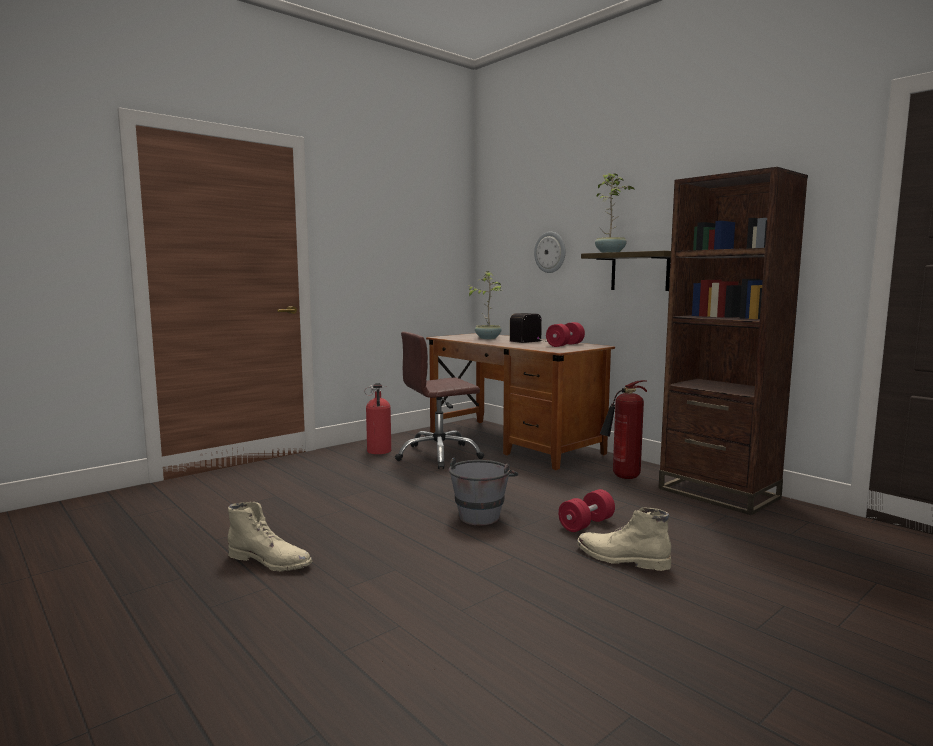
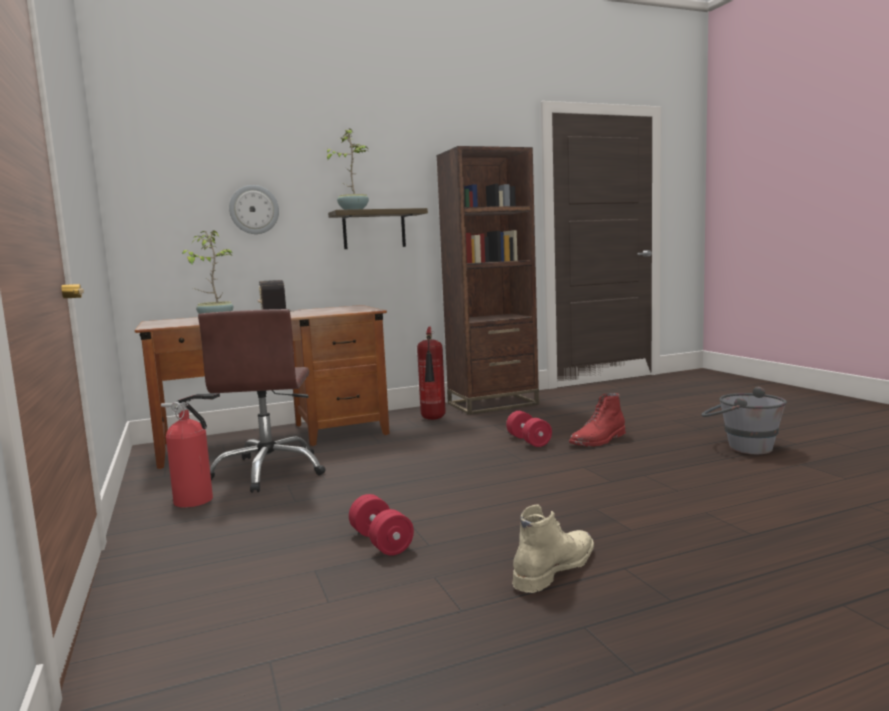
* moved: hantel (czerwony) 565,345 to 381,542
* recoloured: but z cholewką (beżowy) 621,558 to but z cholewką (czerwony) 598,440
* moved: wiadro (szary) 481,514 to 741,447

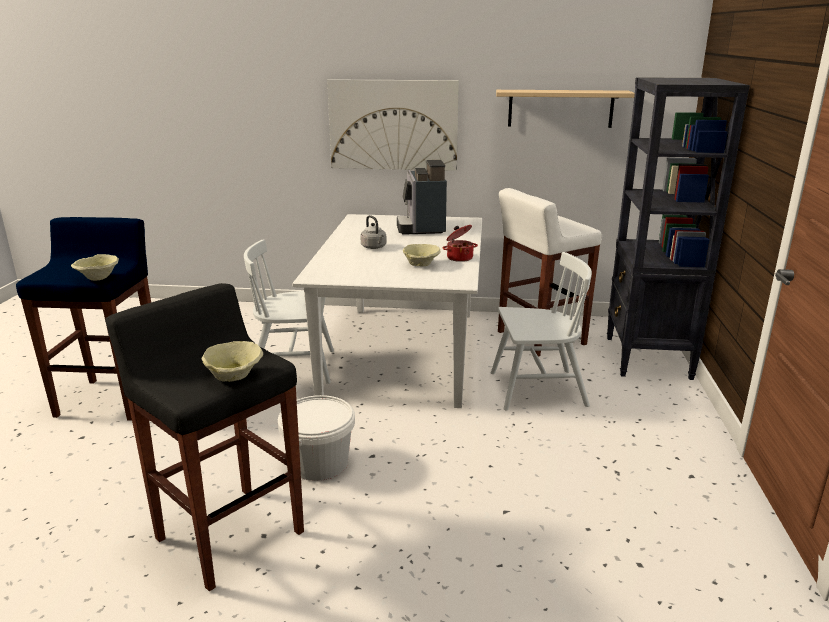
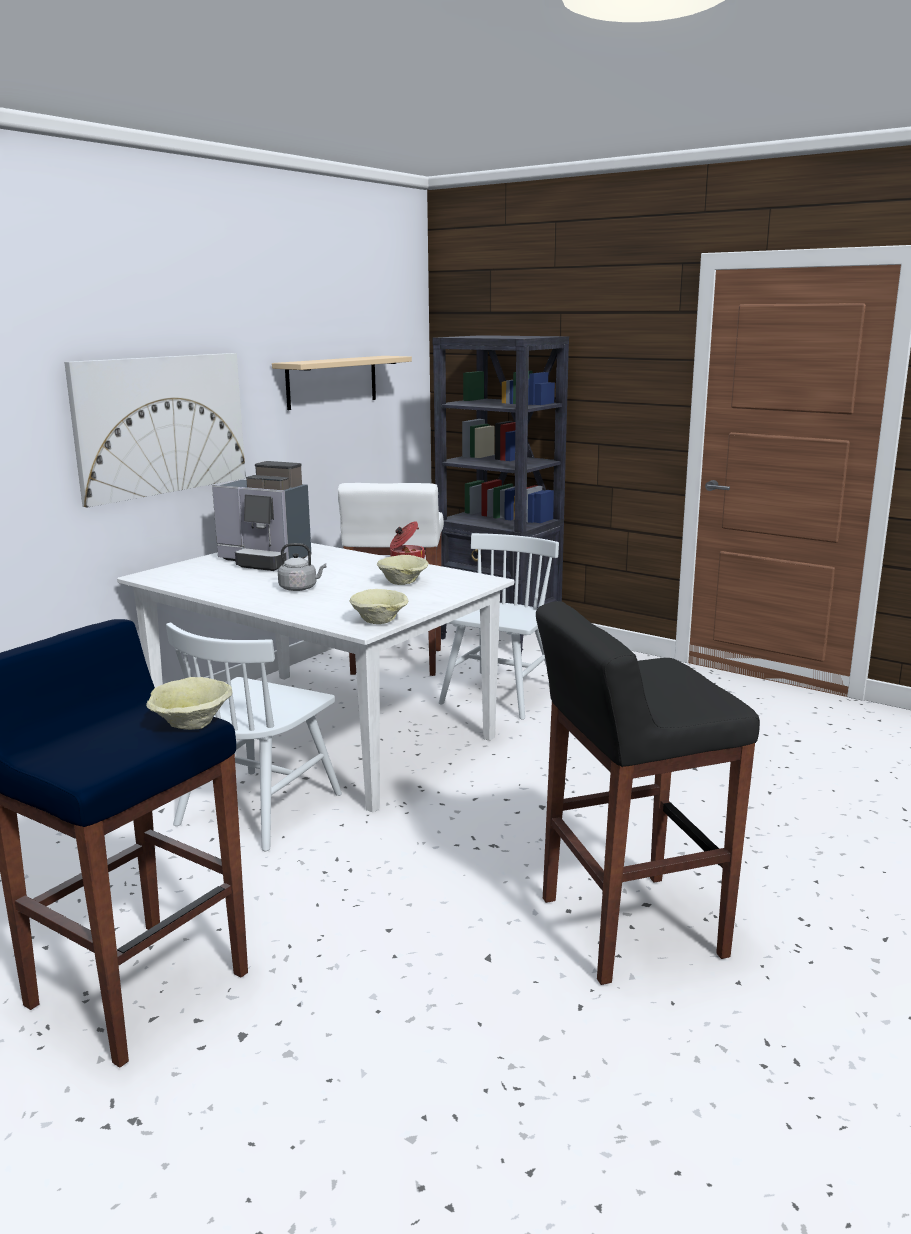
* moved: miska (beżowy) 235,377 to 380,621
* removed: wiadro (biały) 319,463

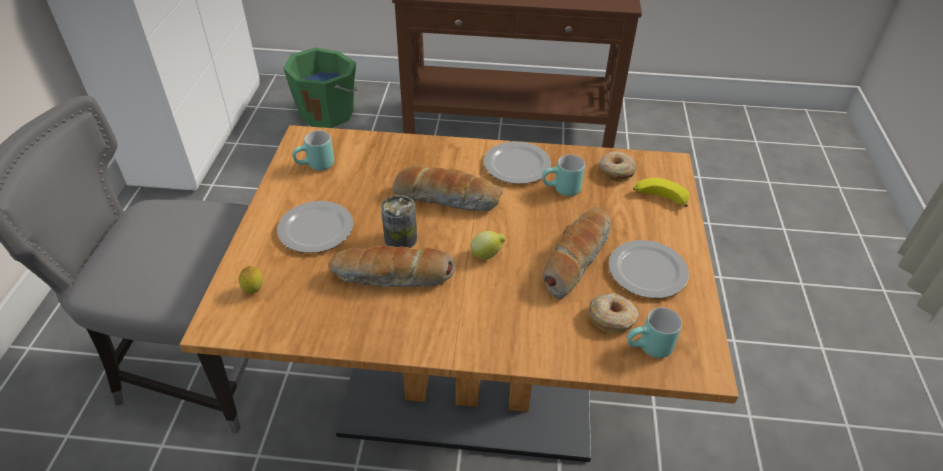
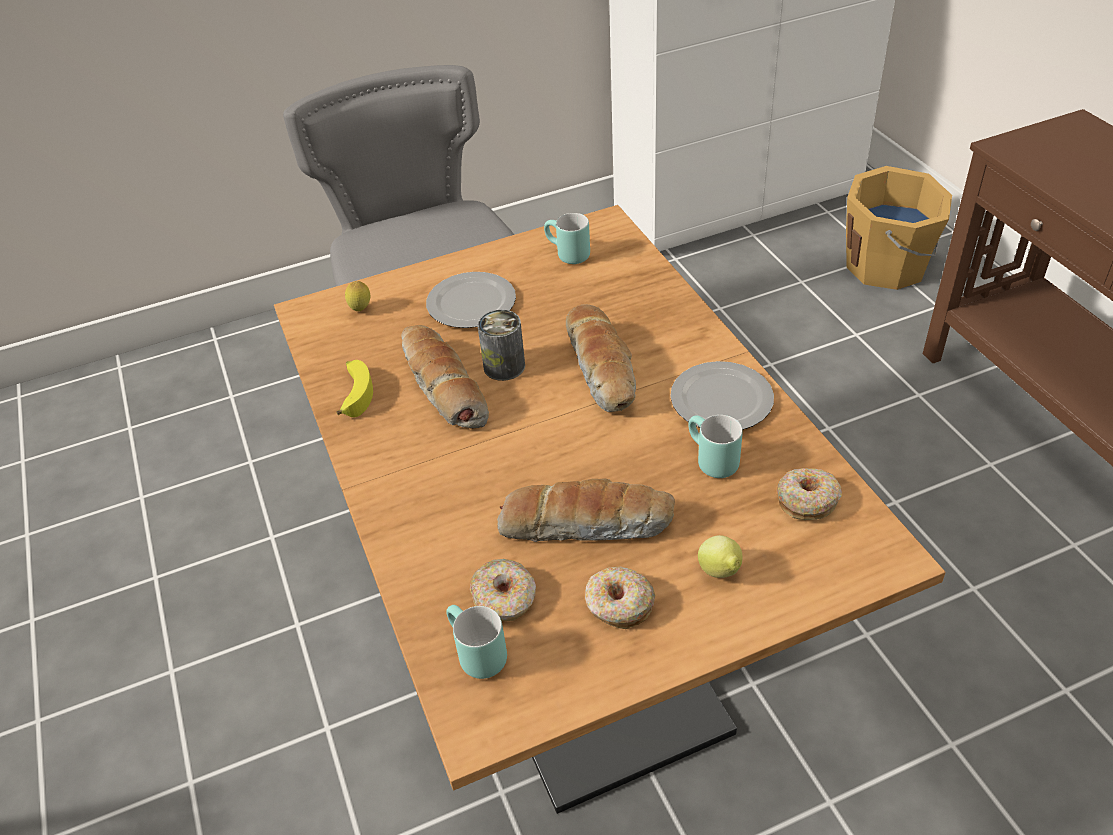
* moved: banan 659,198 to 354,393
* replaced: talerz 646,271 to donut 618,604
* moved: cytryna 487,255 to 720,572
* recoloured: wiadro (zielony) 328,112 to wiadro (pomarańczowy) 887,266

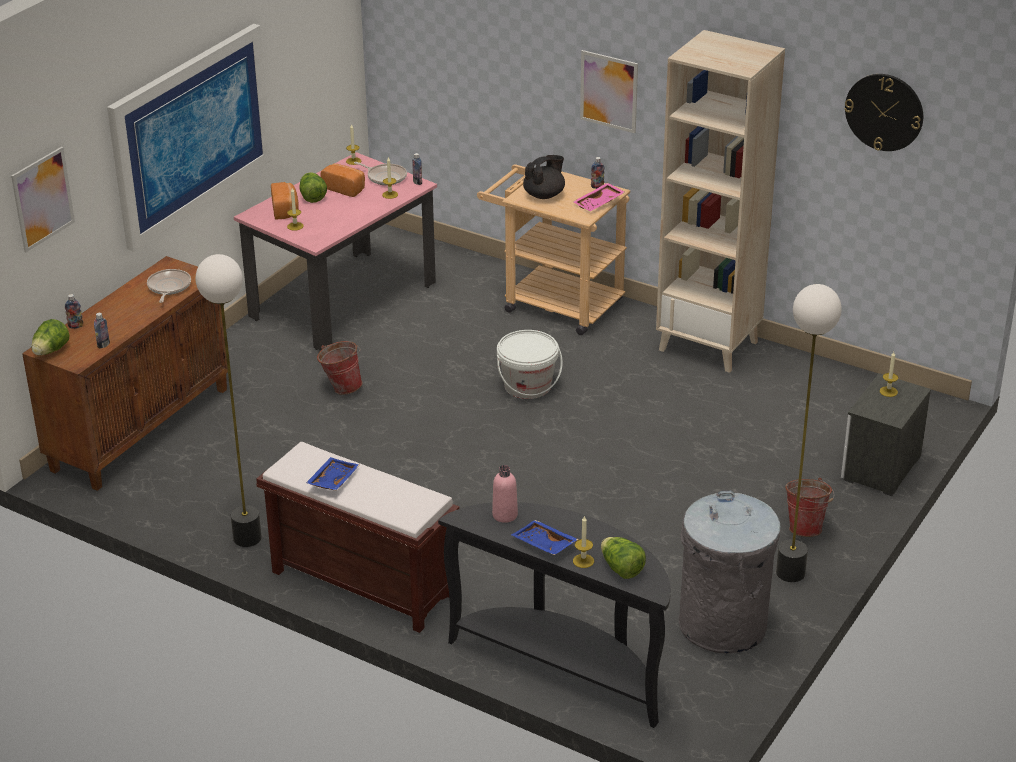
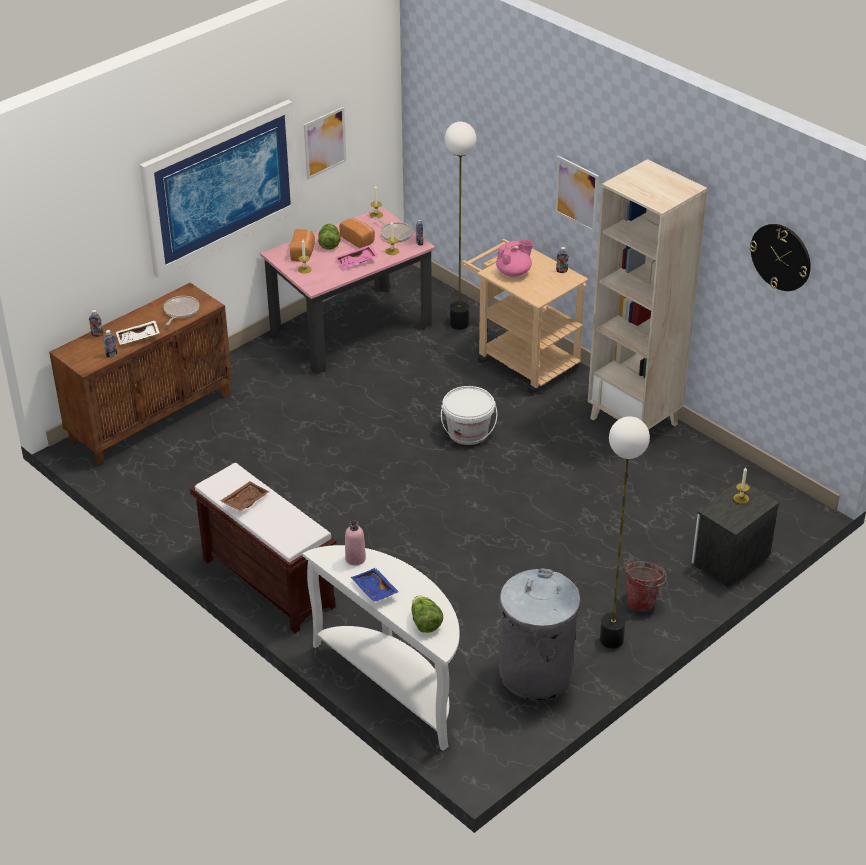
* added: taca (biały) 138,338
* recoloured: taca (niebieski) 332,480 to taca (brązowy) 244,501
* recoloured: stolik konsolowy (czarny) 564,665 to stolik konsolowy (biały) 395,683
* moved: obraz 43,199 to 324,142
* moved: taca (różowy) 599,203 to 356,262
* moved: lampa stojąca 247,537 to 459,323
* recoloured: imbryk (czarny) 544,195 to imbryk (różowy) 514,272
* removed: sałata 51,351
* removed: wiadro 341,387
* removed: świeca 583,561

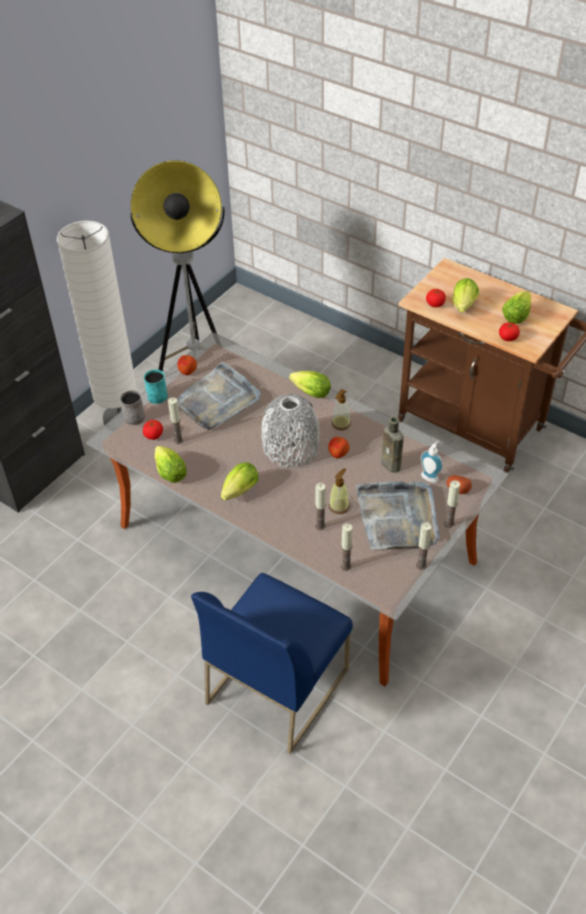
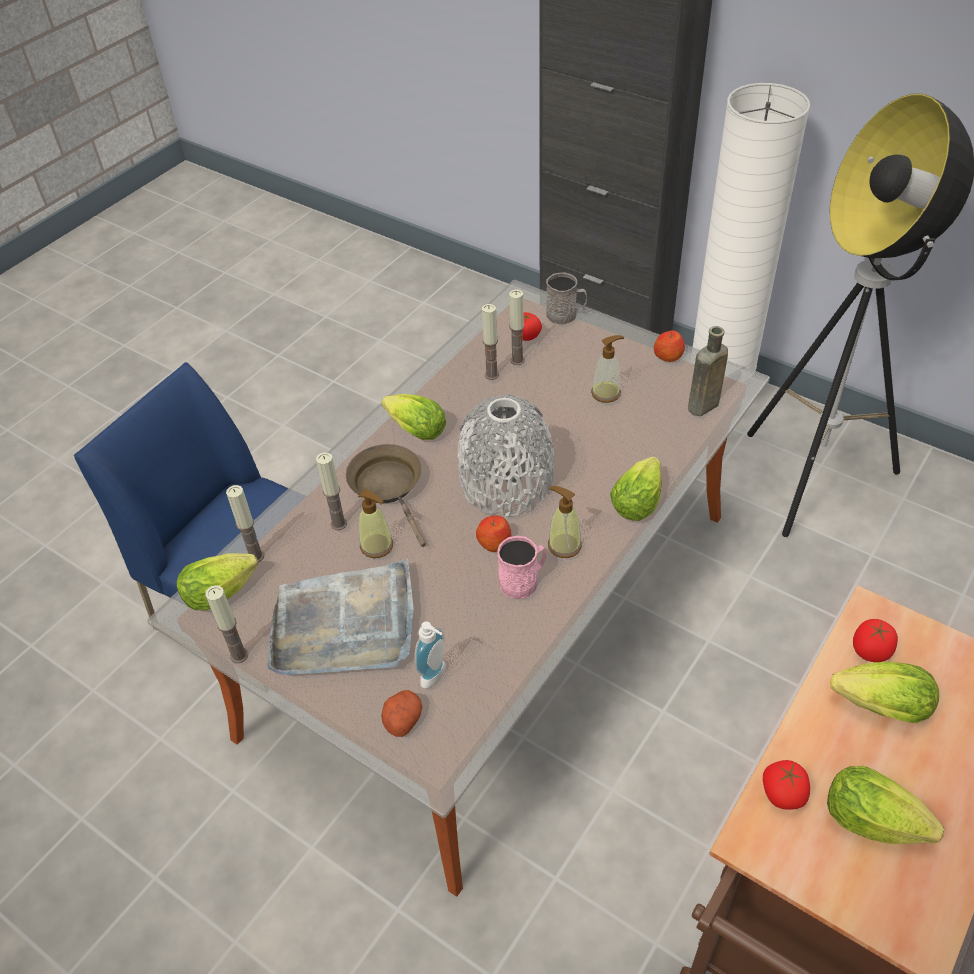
* moved: sałata 169,471 to 224,591
* added: patelnia (brązowy) 389,487
* moved: świeca 449,524 to 491,375
* added: kubek (różowy) 523,580
* replaced: taca (szary) 217,400 to dozownik mydła 606,393
* moved: butelka (brązowy) 392,465 to 701,407
* removed: kubek (turkusowy) 158,394

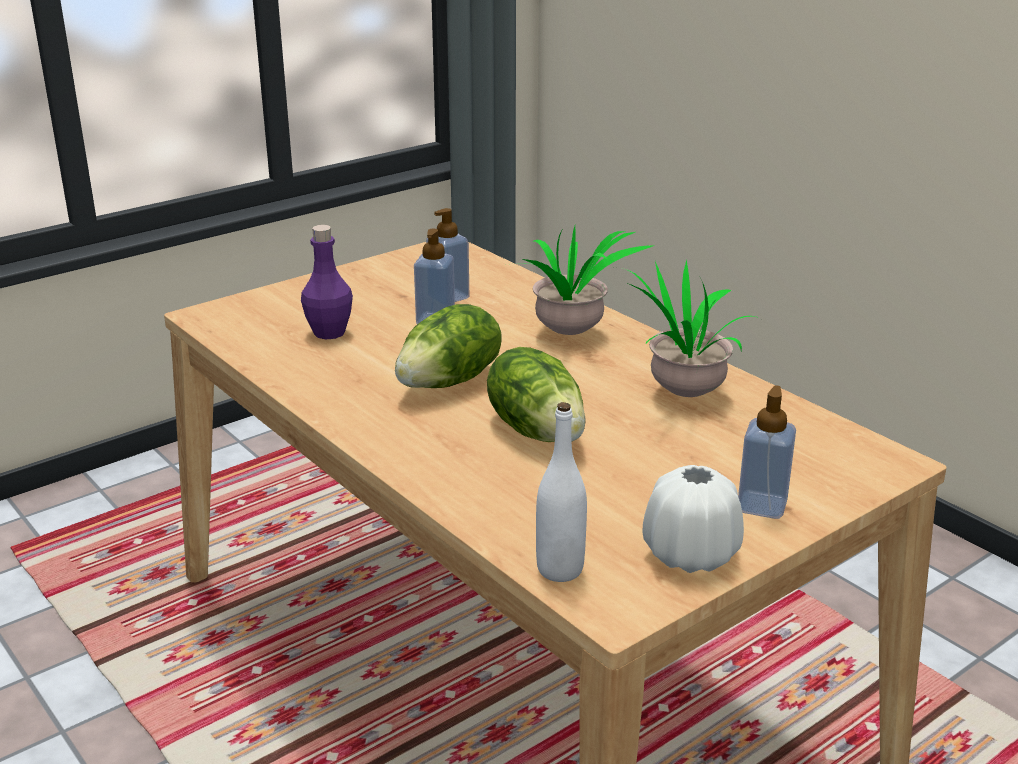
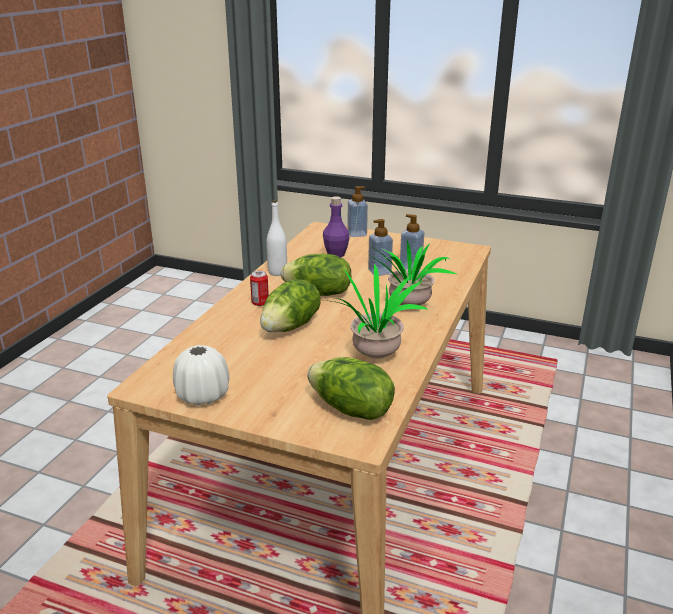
* added: puszka 260,303
* moved: butelka (biały) 560,569 to 277,272
* added: sałata 351,409
* moved: dozownik mydła 762,505 to 357,234

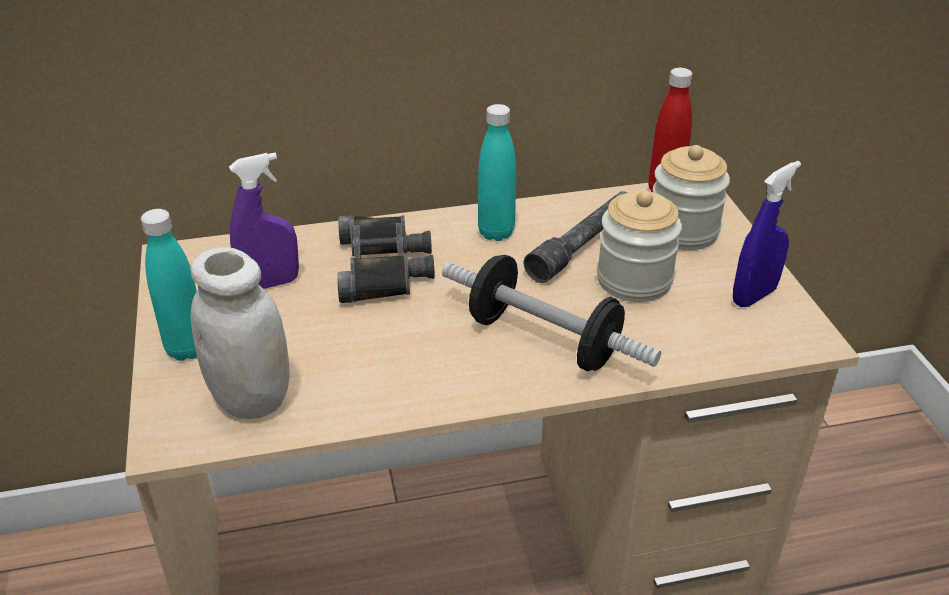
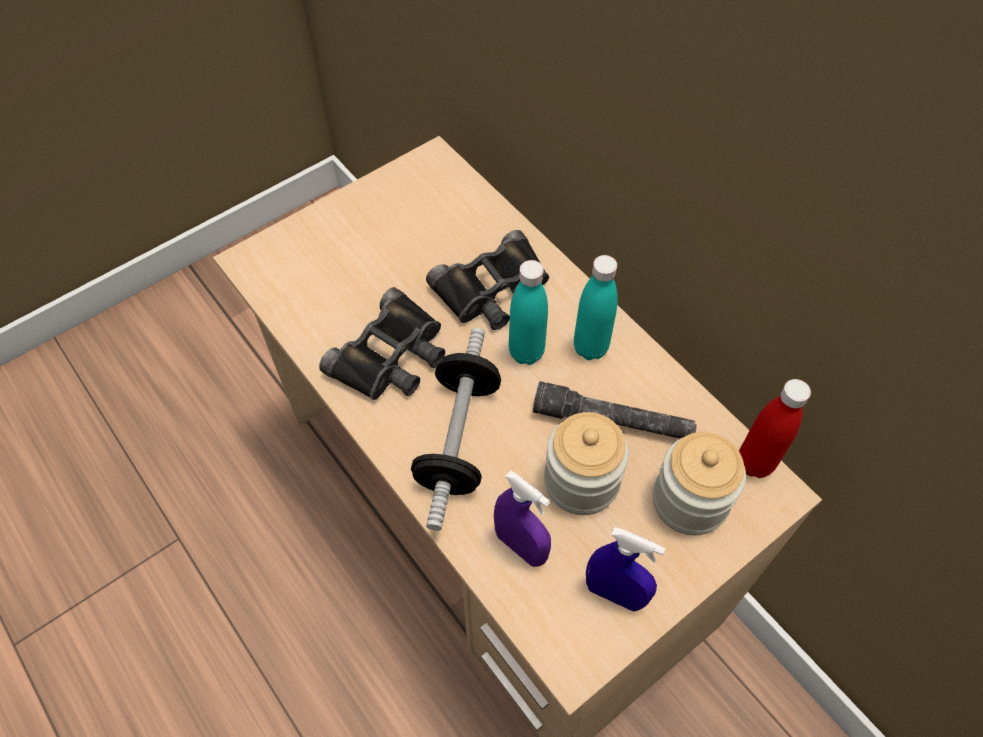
* added: lornetka (czarny) 391,356
* moved: spryskiwacz (fioletowy) 270,283 to 520,546
* moved: butelka (turkusowy) 187,349 to 526,352
* removed: słoik (biały) 251,399

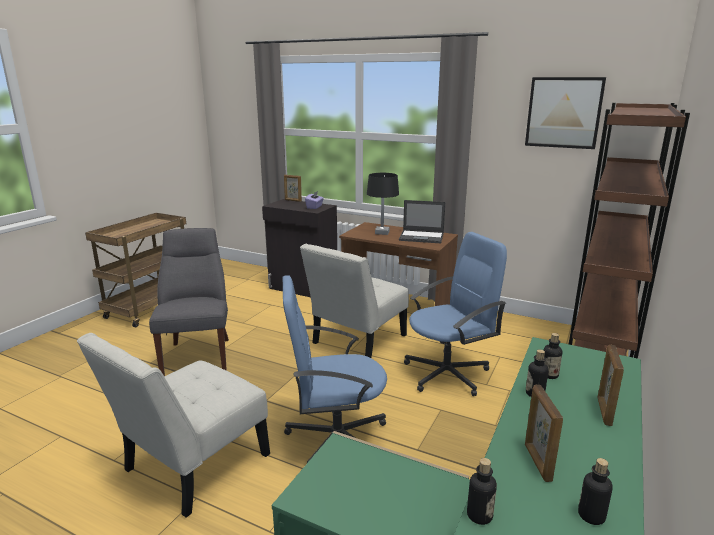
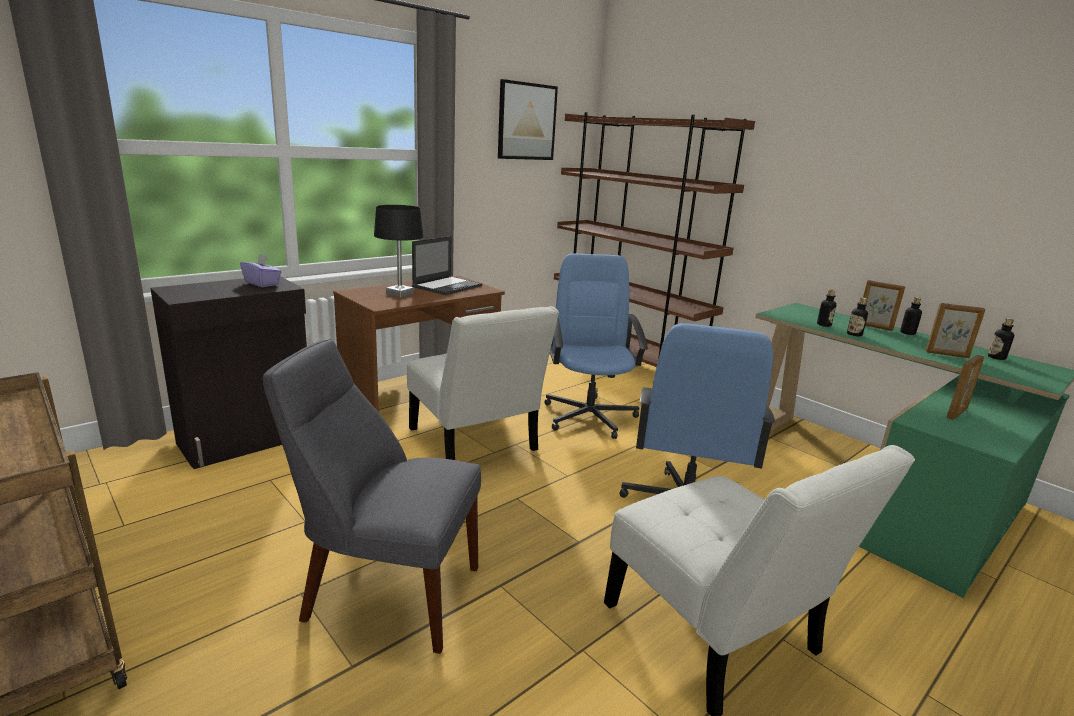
* moved: butelka 479,515 to 907,333
* moved: ramka na zdjęcie 293,200 to 957,413

